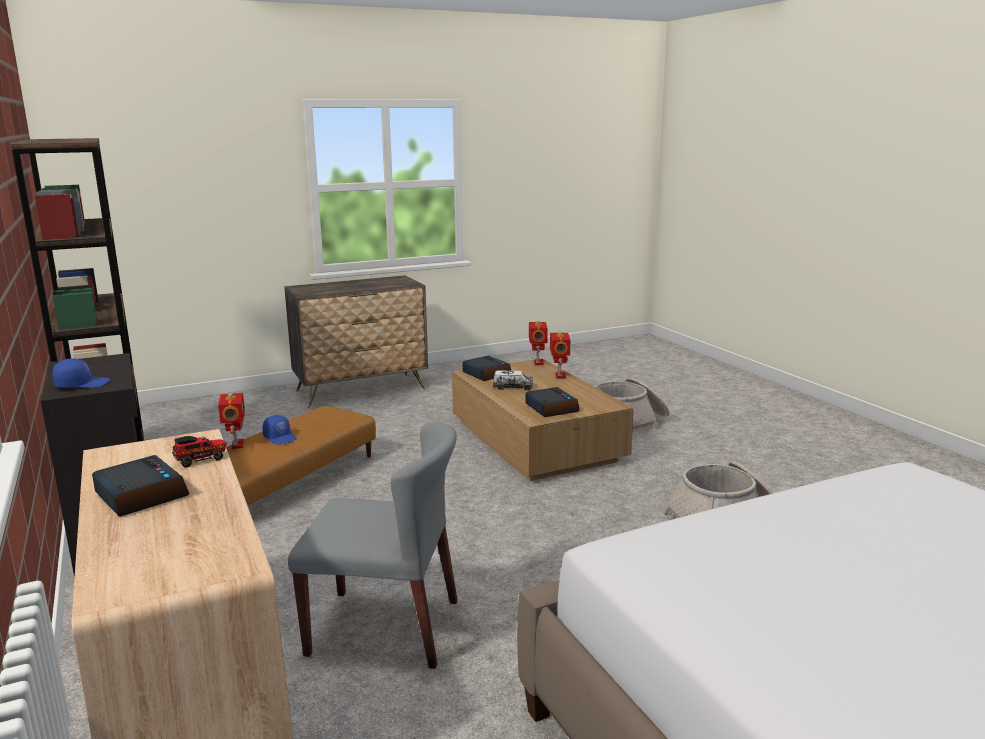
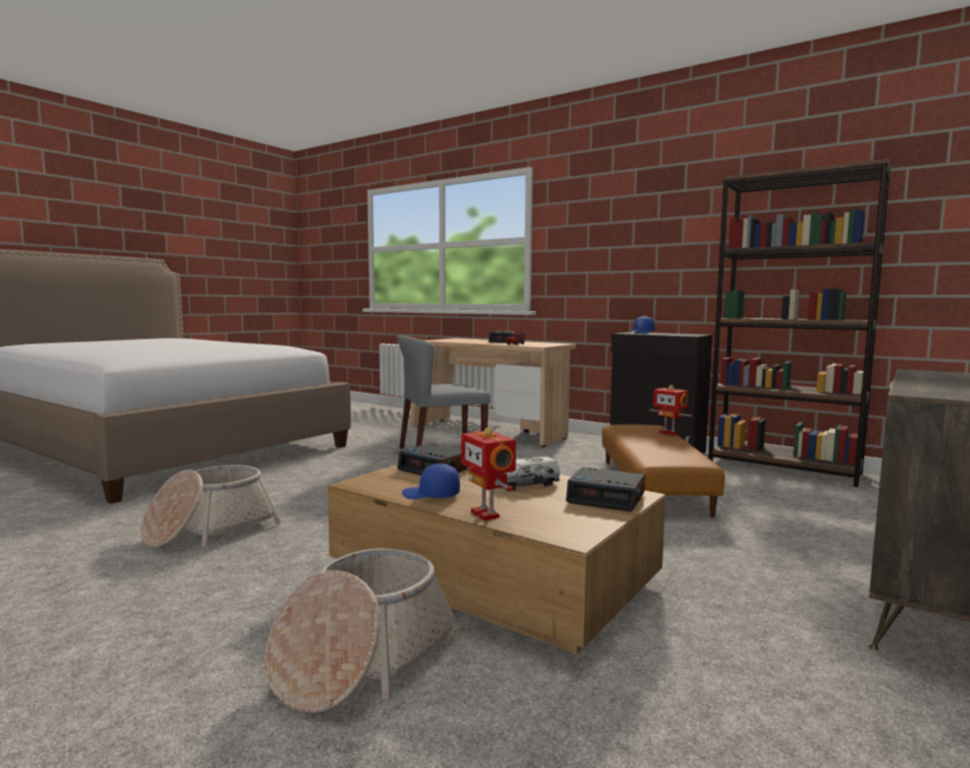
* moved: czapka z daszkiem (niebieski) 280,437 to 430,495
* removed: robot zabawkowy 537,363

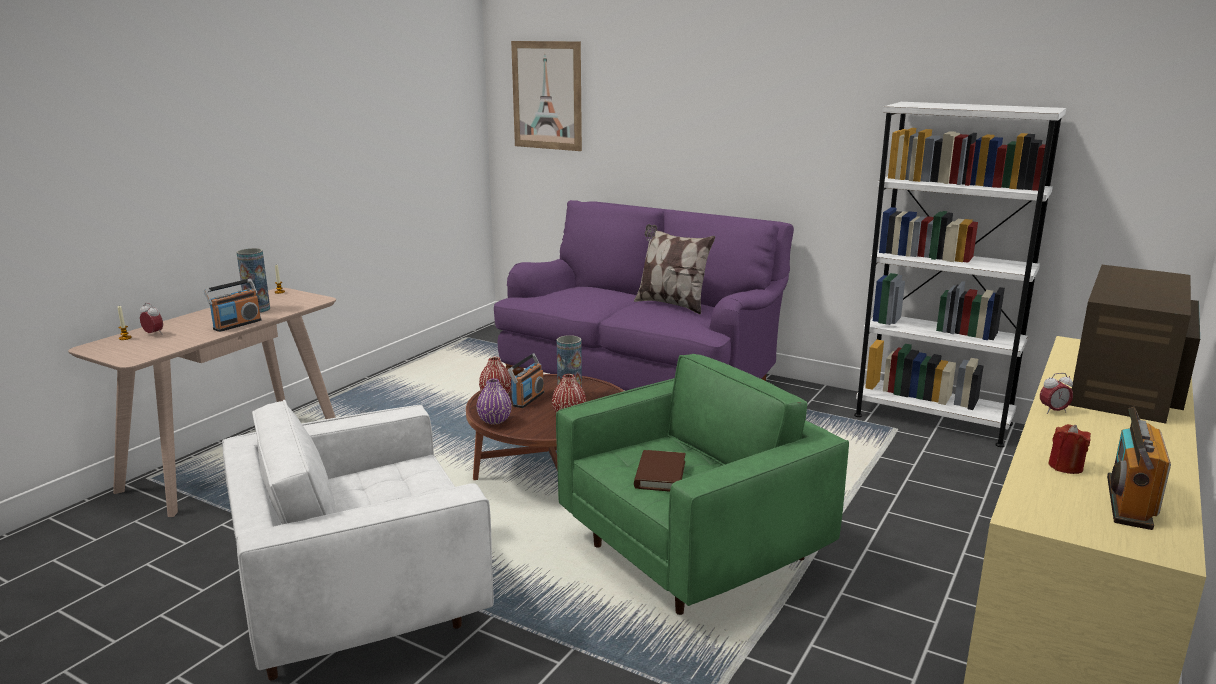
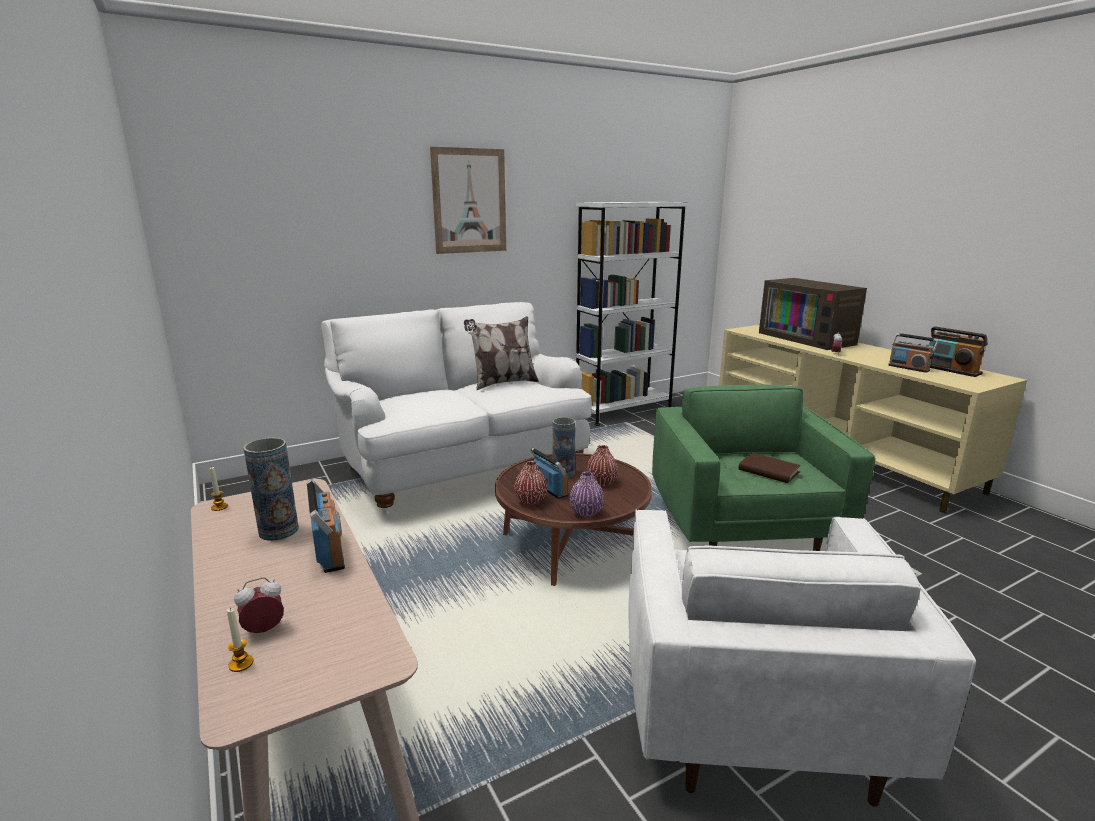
* recoloured: kanapa (fioletowy) 642,385 to kanapa (biały) 461,467
* moved: obraz 547,95 to 469,201
* replaced: świeca (czerwony) 1065,467 to radio 908,368

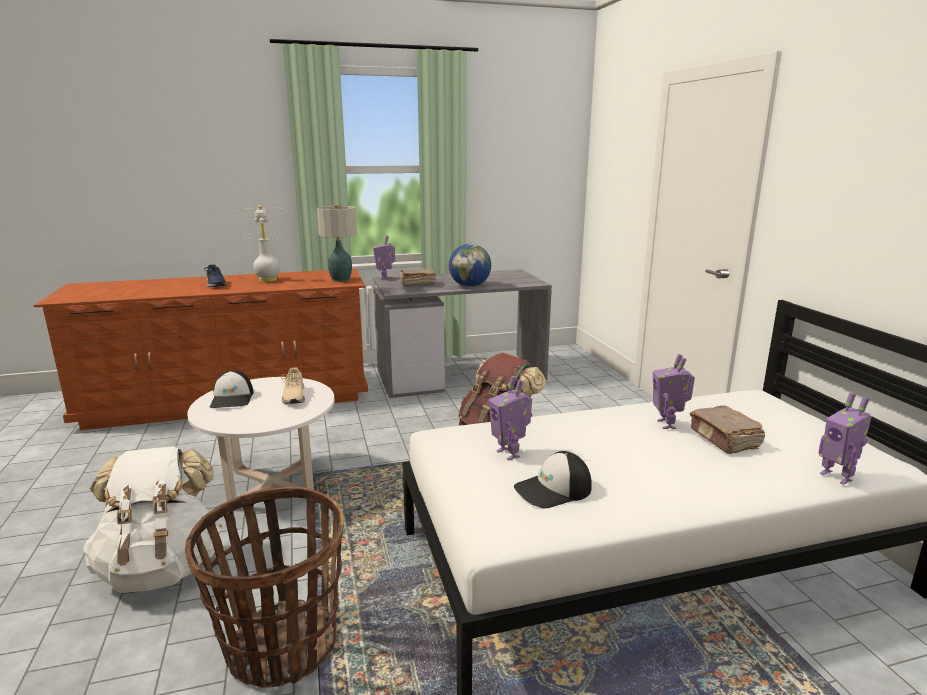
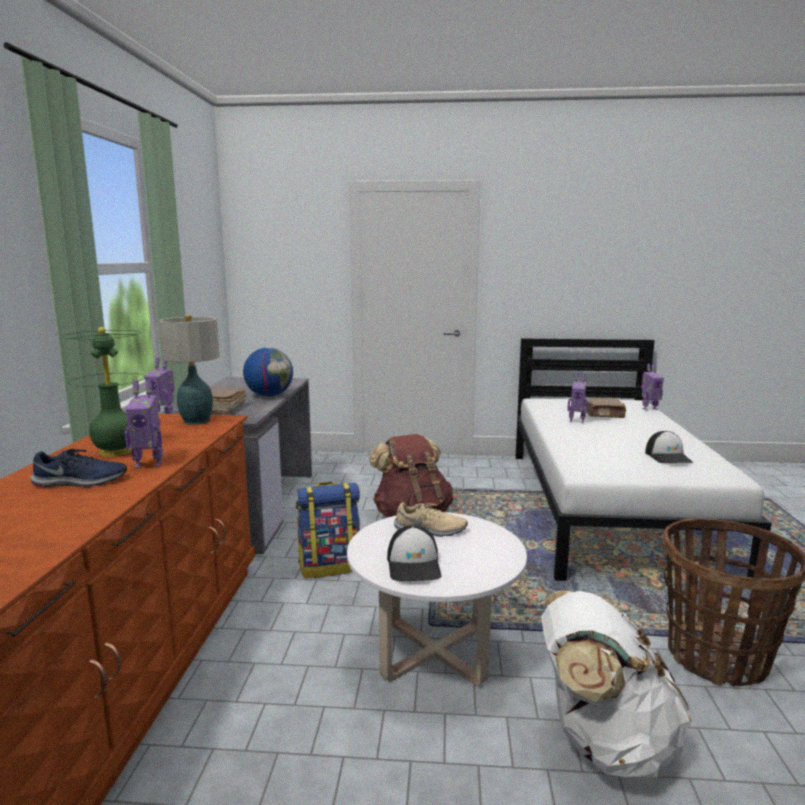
* recoloured: lampa stołowa (biały) 268,280 to lampa stołowa (zielony) 115,452
* moved: robot zabawkowy 509,453 to 148,464
* added: plecak 330,566
* turned: czapka z daszkiem 232,399 = 414,565 75 degrees clockwise

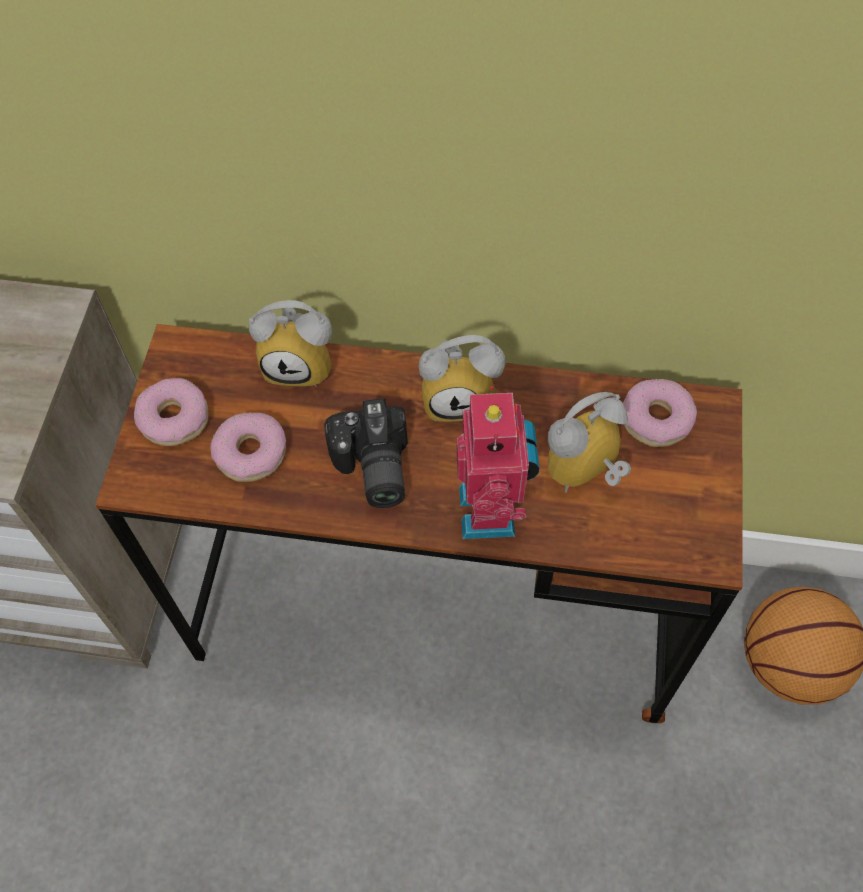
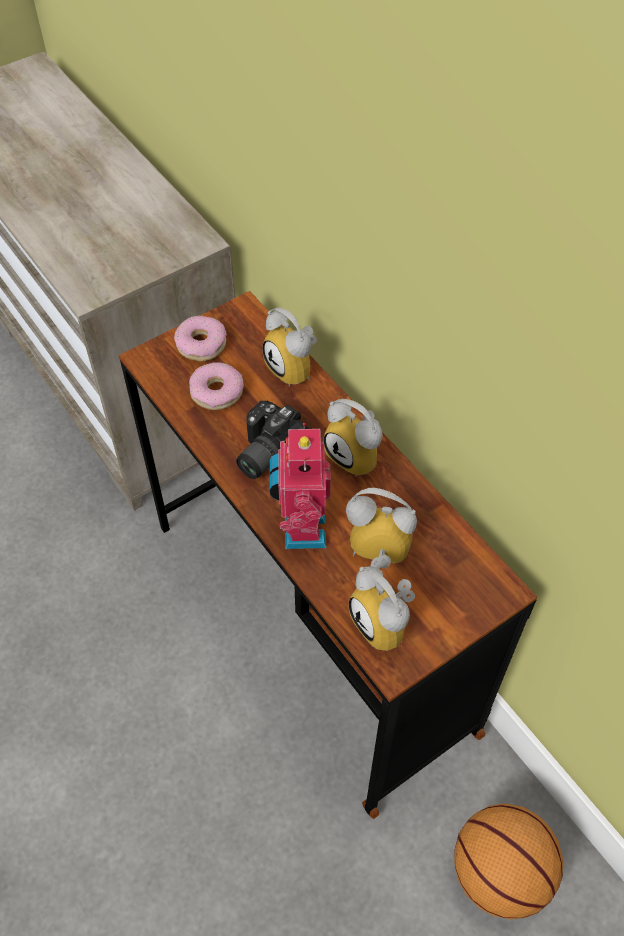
* turned: robot zabawkowy 492,511 = 301,529 135 degrees clockwise
* added: budzik 386,624
* removed: donut 656,418

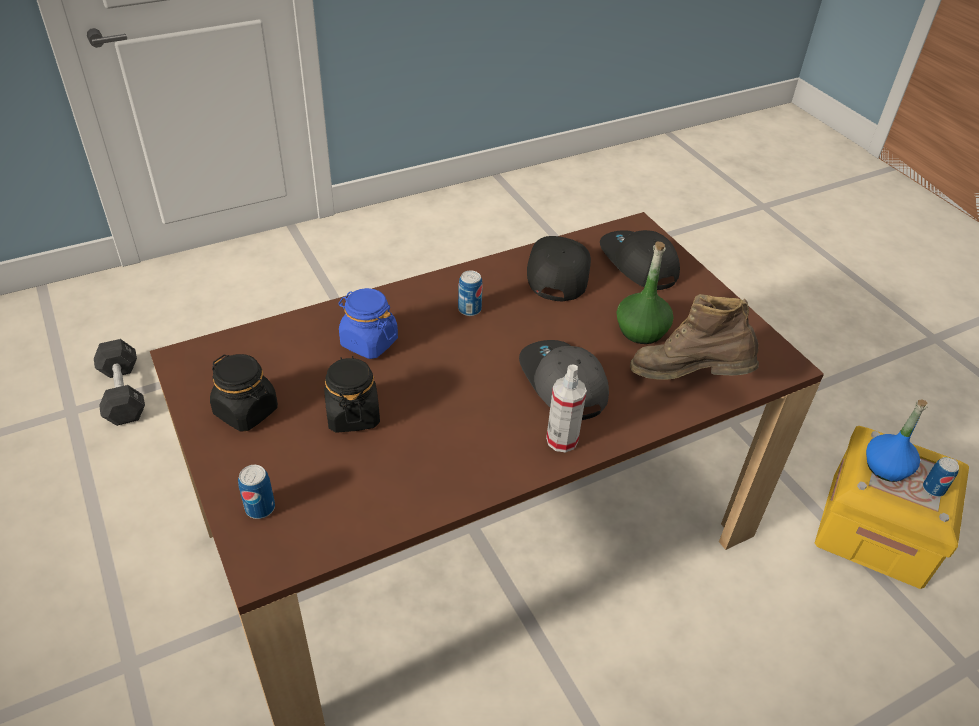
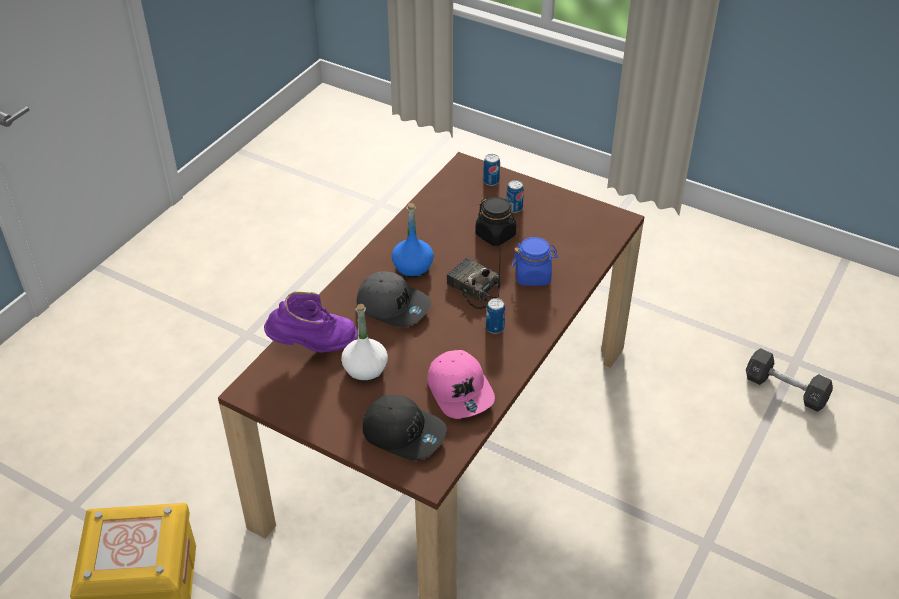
* recoloured: but z cholewką (brązowy) 688,379 to but z cholewką (fioletowy) 313,346
* recoloured: butelka (zielony) 641,330 to butelka (biały) 365,369
* moved: butelka (niebieski) 886,467 to 413,267
* recoloured: czapka z daszkiem (czarny) 557,272 to czapka z daszkiem (różowy) 461,391
* added: radio 472,288
* moved: puszka 933,489 to 514,208
* removed: słoik (czarny) 246,411
* removed: spryskiwacz 562,440

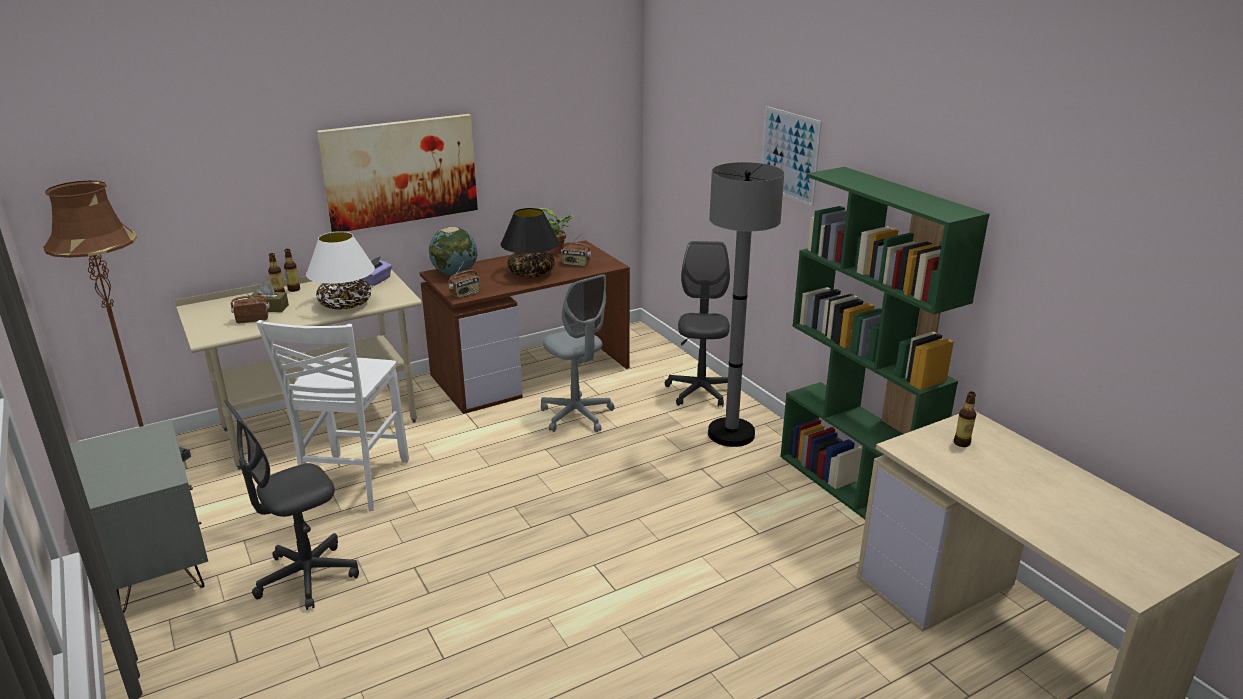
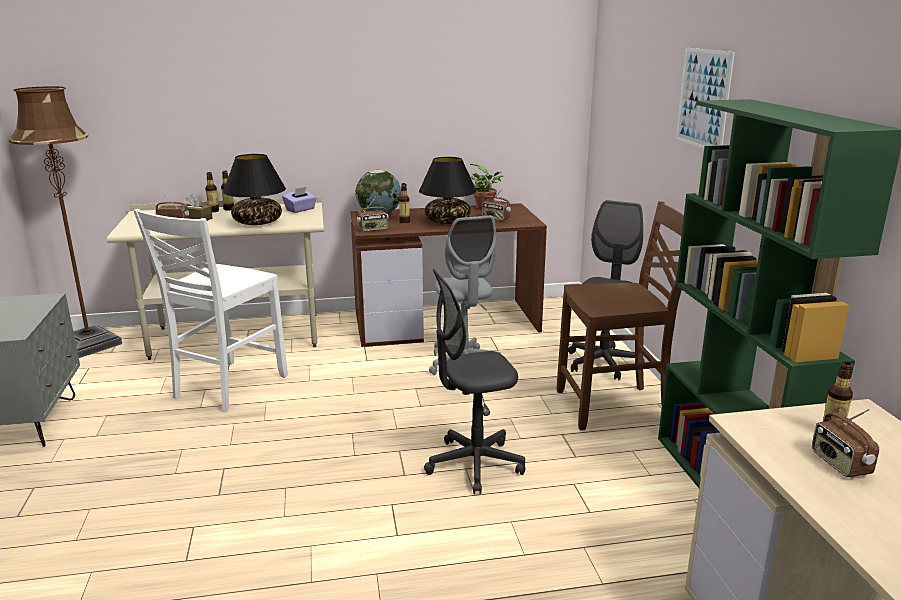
* recoloured: lampa stołowa (biały) 346,304 to lampa stołowa (czarny) 258,222
* added: butelka 404,221
* moved: krzesło biurowe (szary) 307,577 to 474,465
* replaced: lampa stojąca (szary) 731,434 to krzesło (brązowy) 614,407
* added: radio 839,464
* removed: obraz 401,172

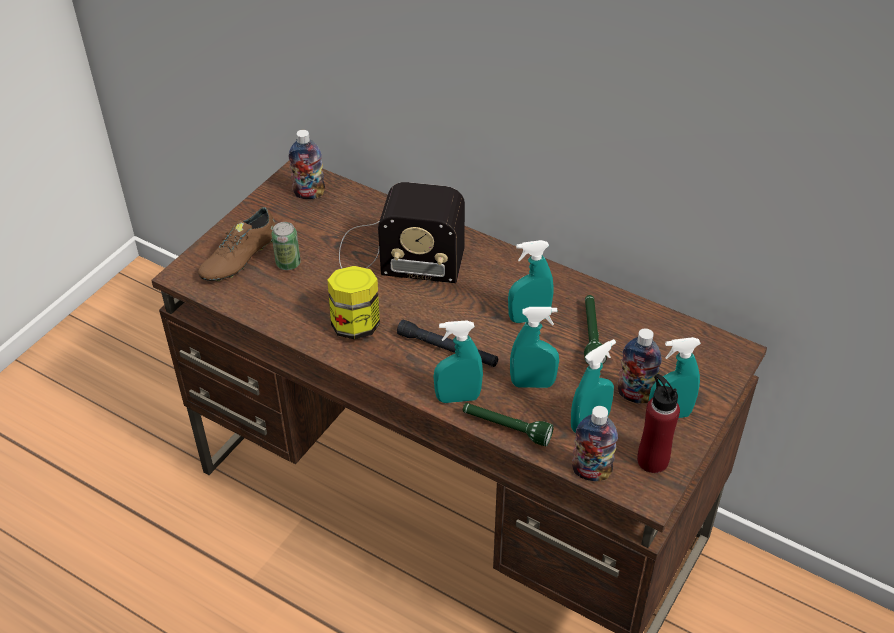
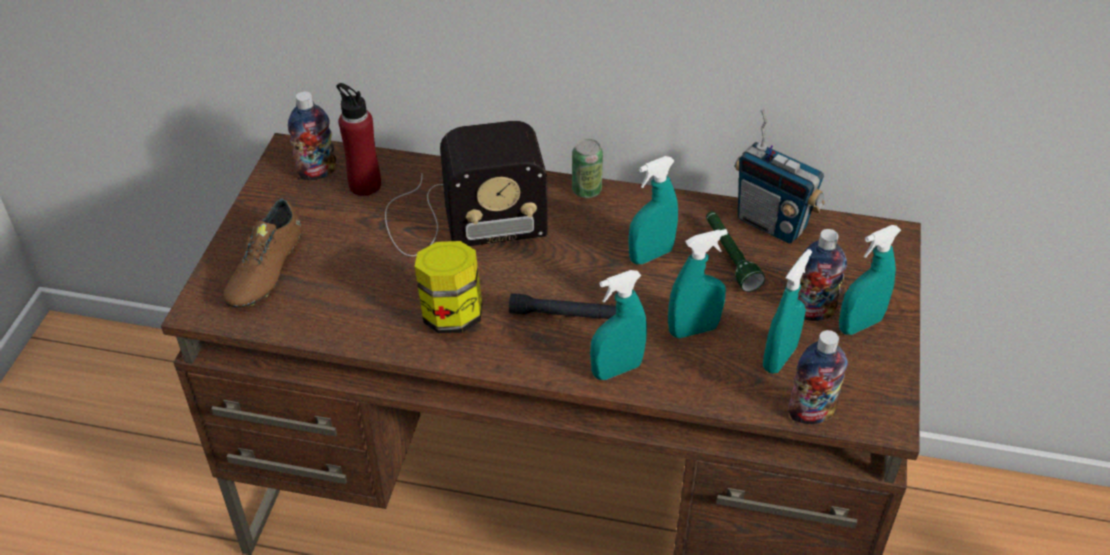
* moved: butelka (czerwony) 652,460 to 365,185
* moved: puszka 288,263 to 586,190
* added: radio 771,223
* removed: latarka (zielony) 506,428

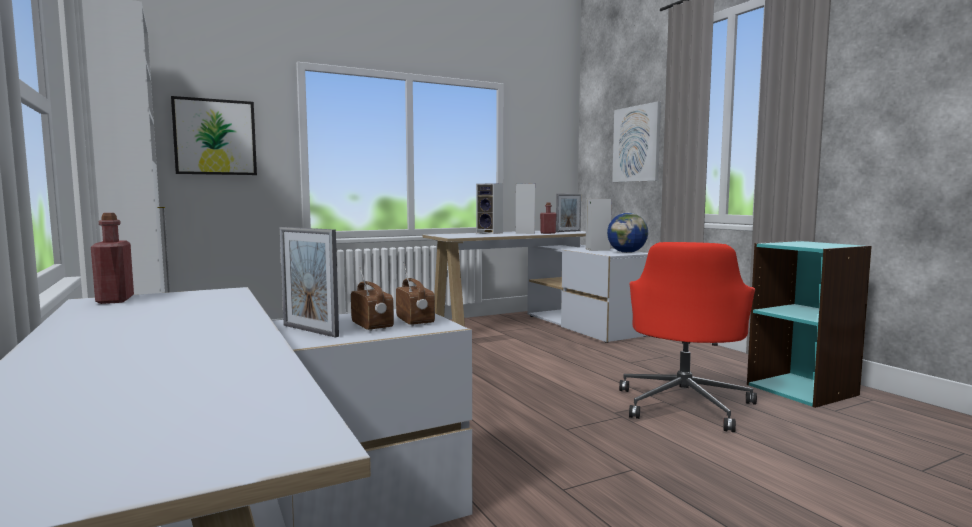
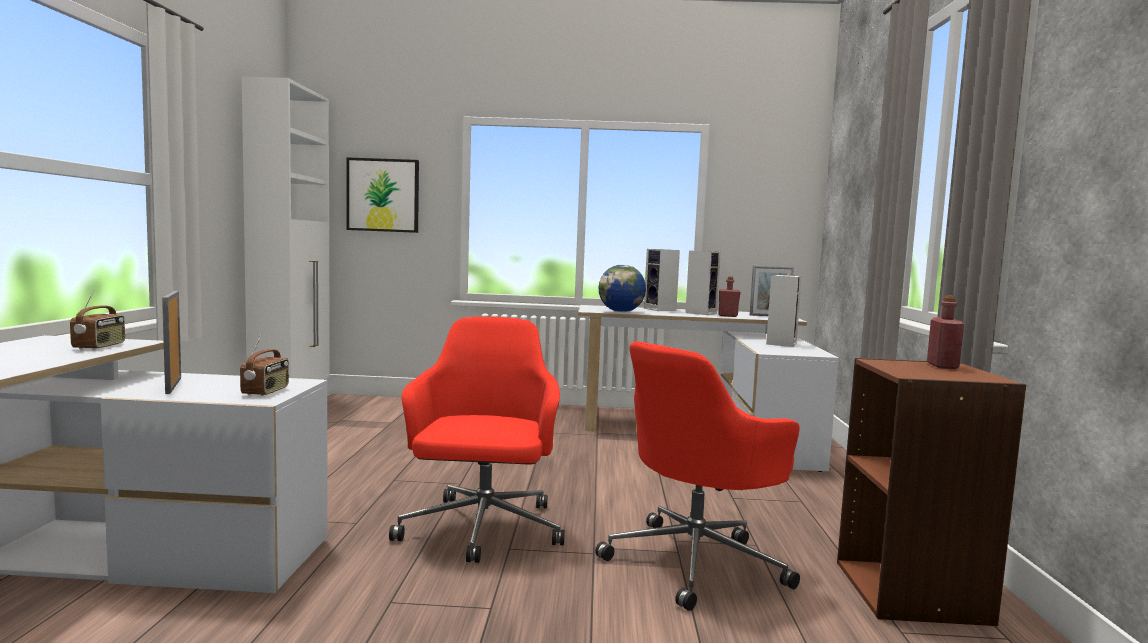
* moved: radio 373,326 to 100,346
* added: krzesło biurowe (czerwony) 482,530
* moved: globus 626,252 to 621,312
* recoloured: regał (turkusowy) 802,389 to regał (brązowy) 912,592
* moved: butelka (czerwony) 115,300 to 942,366
* removed: obraz 637,144

